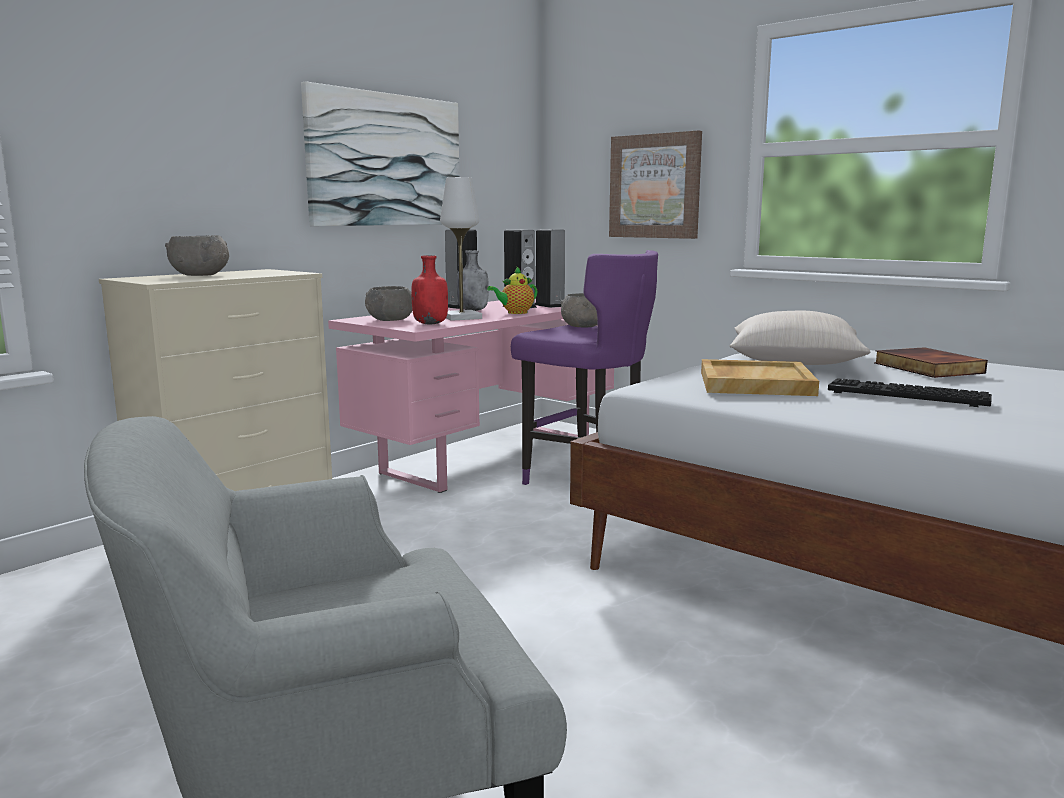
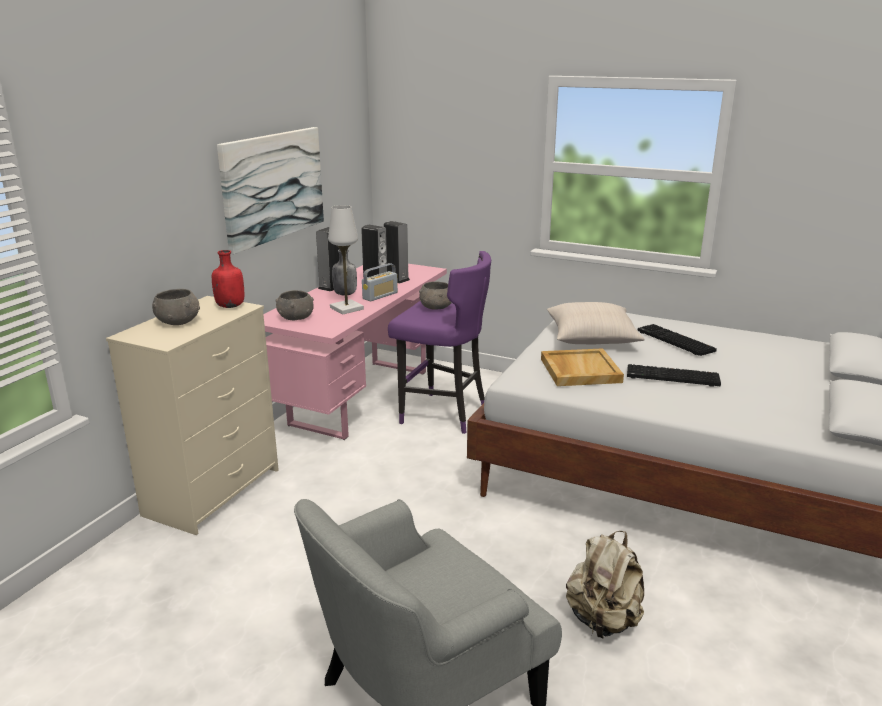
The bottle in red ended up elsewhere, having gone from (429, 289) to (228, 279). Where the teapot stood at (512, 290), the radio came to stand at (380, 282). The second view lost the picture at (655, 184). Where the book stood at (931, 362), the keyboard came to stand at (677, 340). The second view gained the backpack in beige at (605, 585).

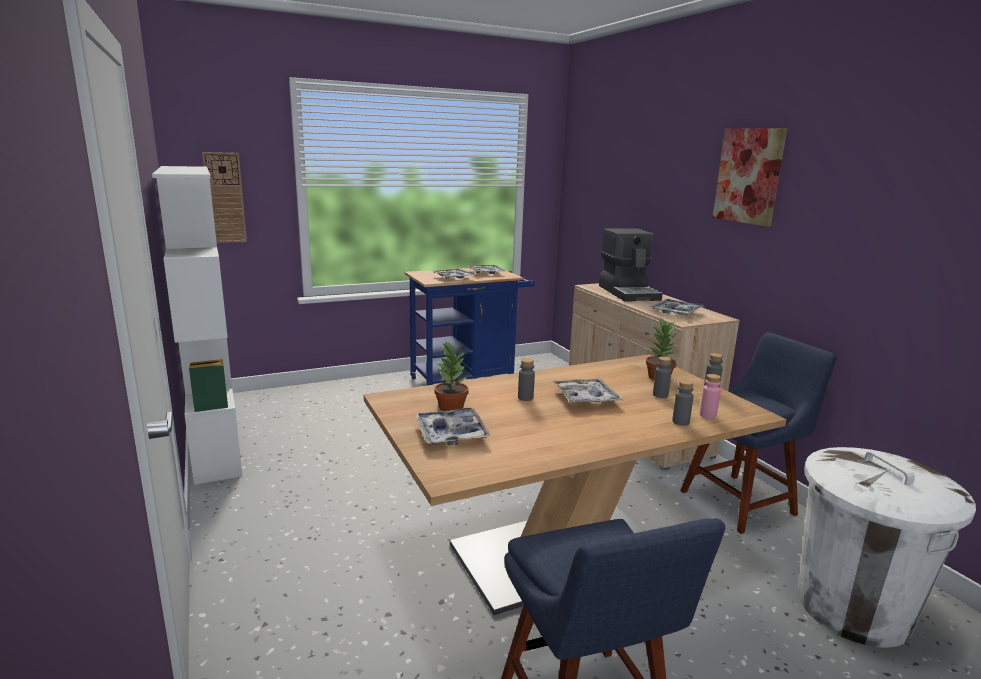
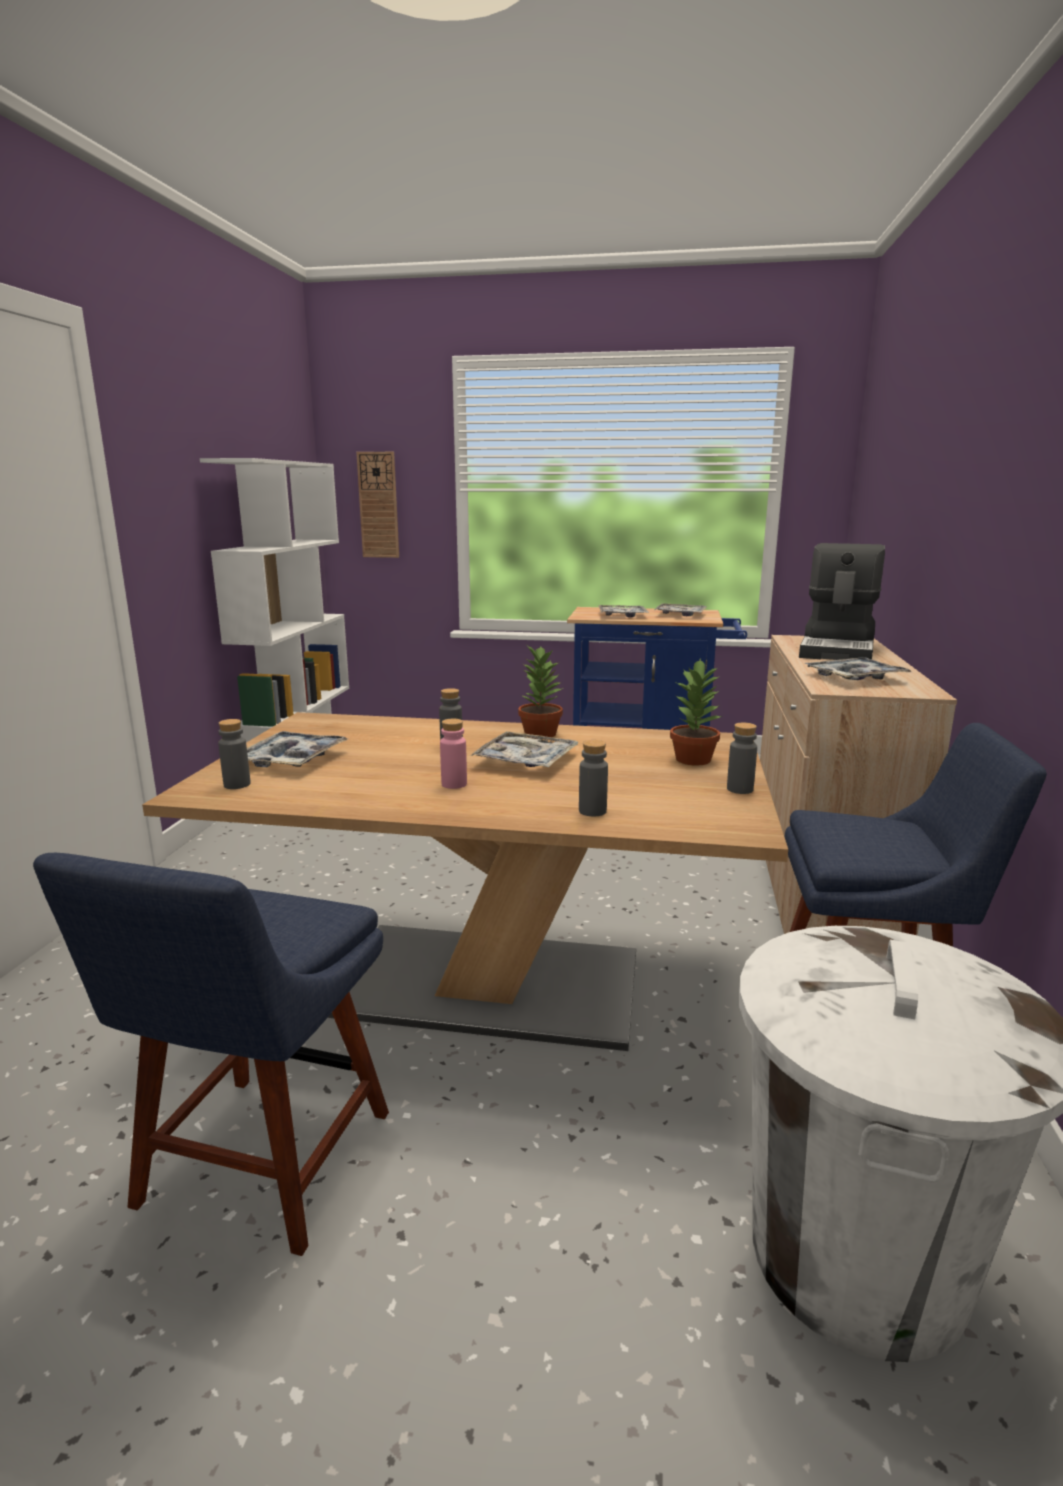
The potted plant ended up elsewhere, having gone from (452, 375) to (540, 691). The bottle in grey ended up elsewhere, having gone from (662, 377) to (234, 754). The bottle in pink ended up elsewhere, having gone from (710, 396) to (453, 754). The second view lost the picture at (750, 177).

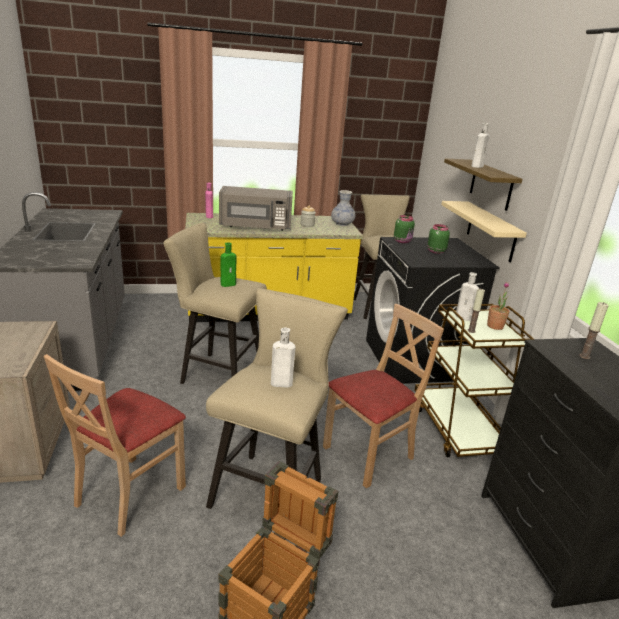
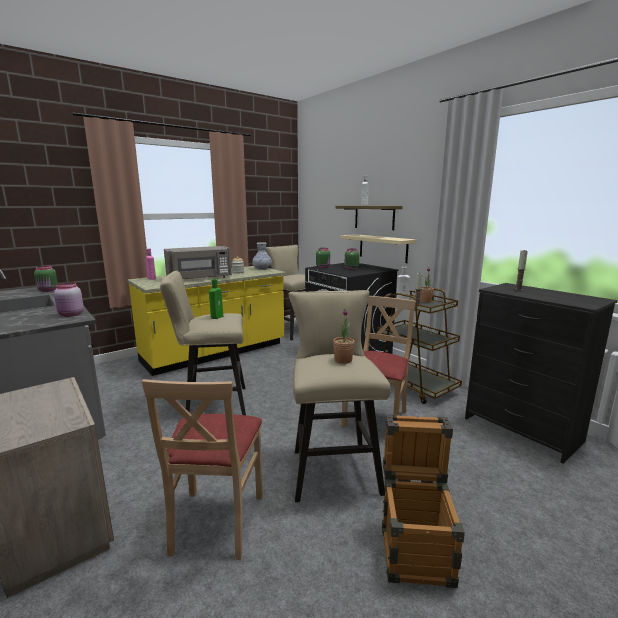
Where the bottle in white stood at (283, 358), the potted plant came to stand at (344, 336). The second view gained the jar in green at (46, 278). The second view gained the jar in pink at (69, 300).

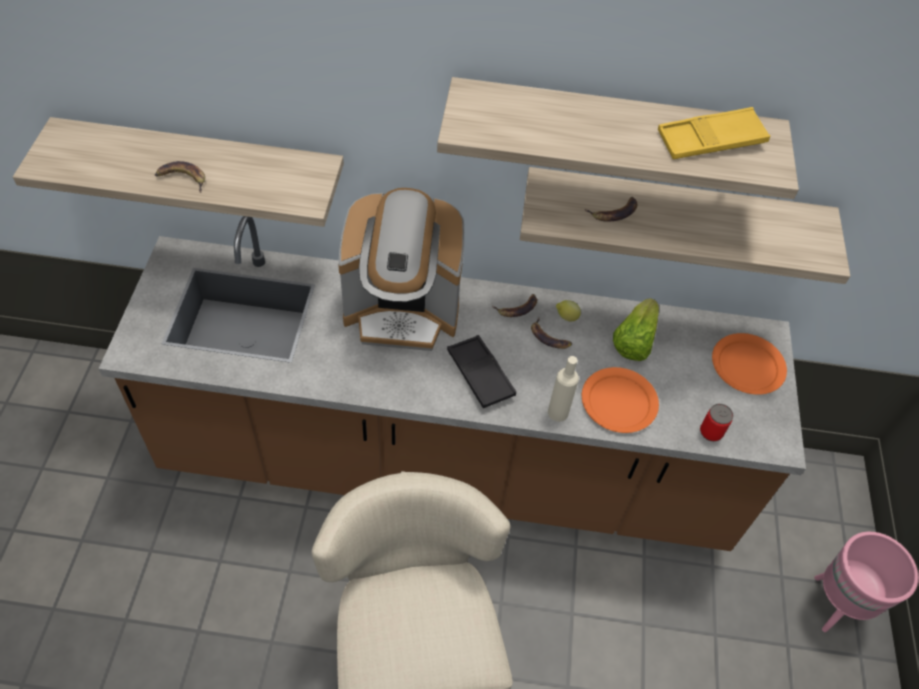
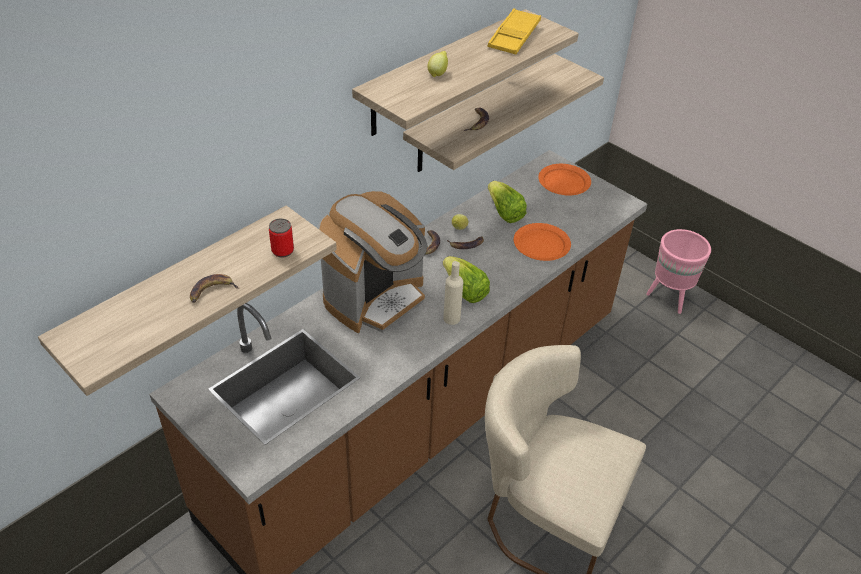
Where the tray in black stood at (481, 371), the lettuce came to stand at (466, 279). The bottle in beige ended up elsewhere, having gone from (563, 389) to (453, 293). The can ended up elsewhere, having gone from (716, 422) to (281, 238). The second view gained the lemon at (438, 64).

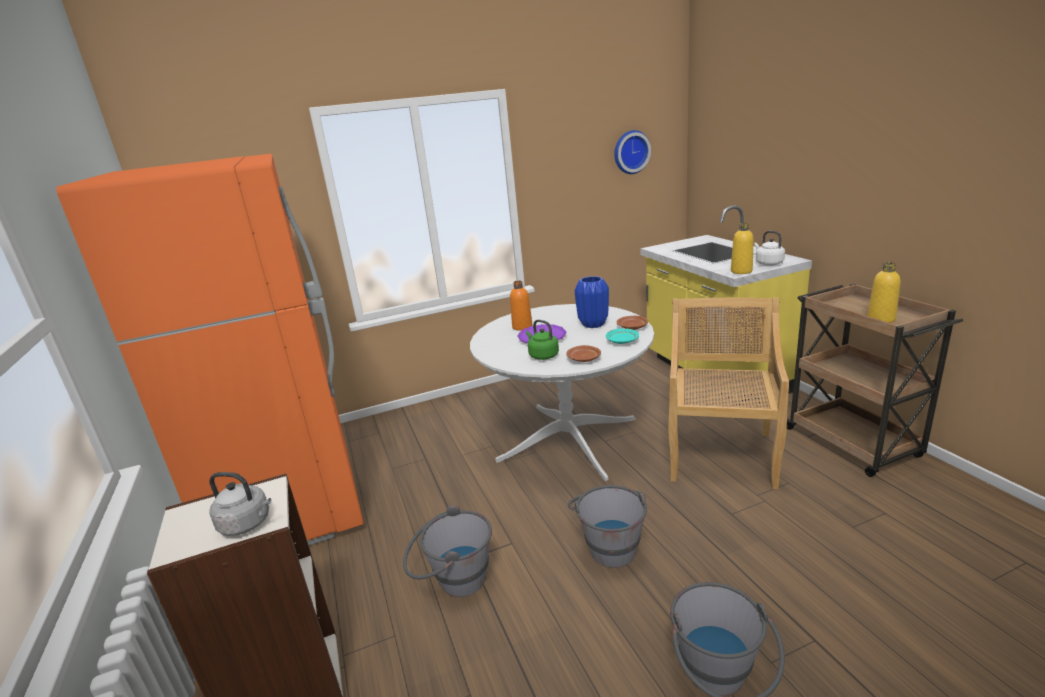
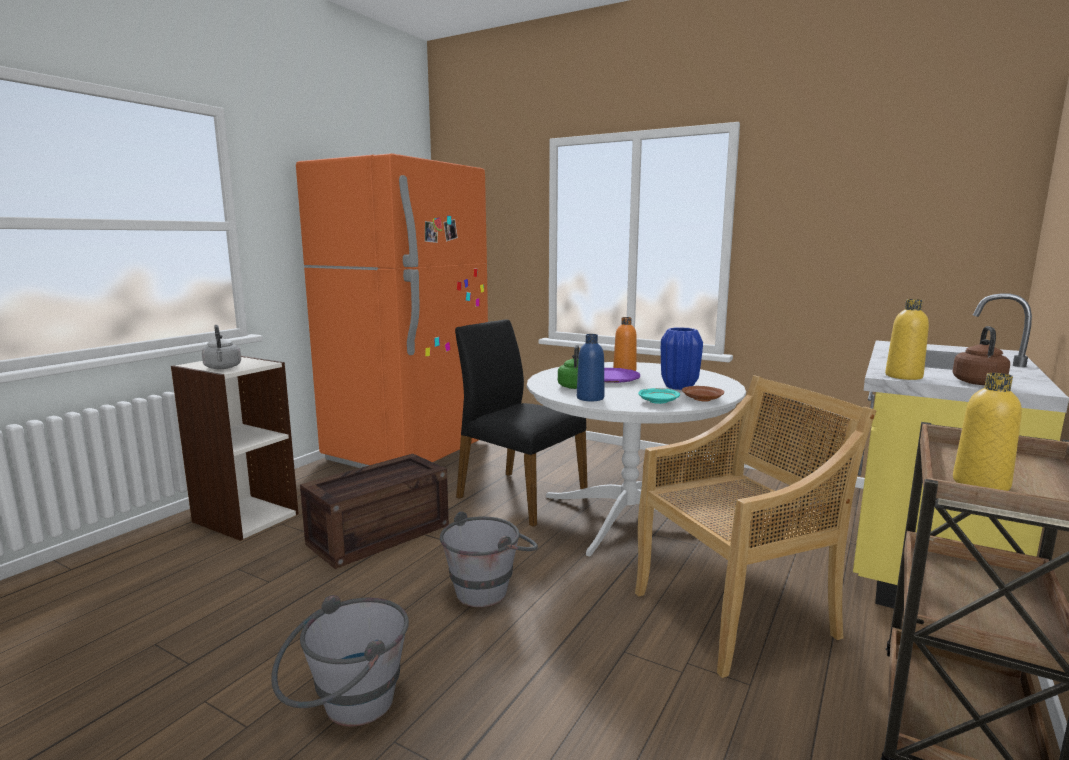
Where the bucket in grey stood at (447, 551), the crate came to stand at (374, 511). Where the plate in brown stood at (583, 353), the bottle in blue came to stand at (590, 367). The second view lost the wall clock at (632, 152). What was the kettle in white at (769, 248) turned into the kettle in brown at (981, 355). The second view gained the chair in black at (521, 423).

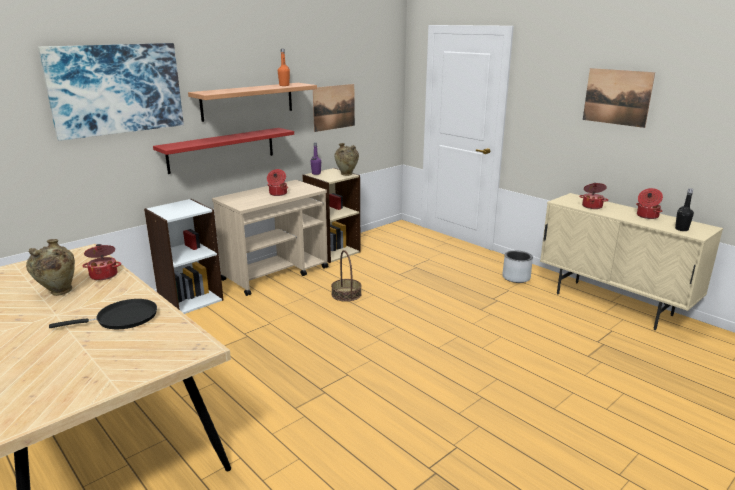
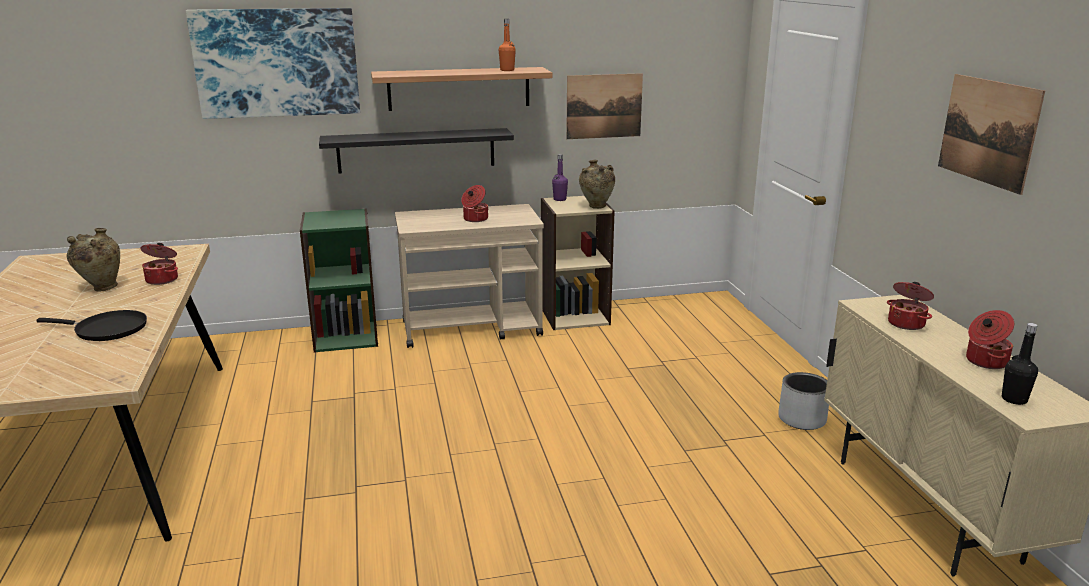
What was the bookcase in white at (184, 256) turned into the bookcase in green at (339, 280). What was the shelf in red at (223, 151) turned into the shelf in black at (416, 150). The second view lost the basket at (346, 276).

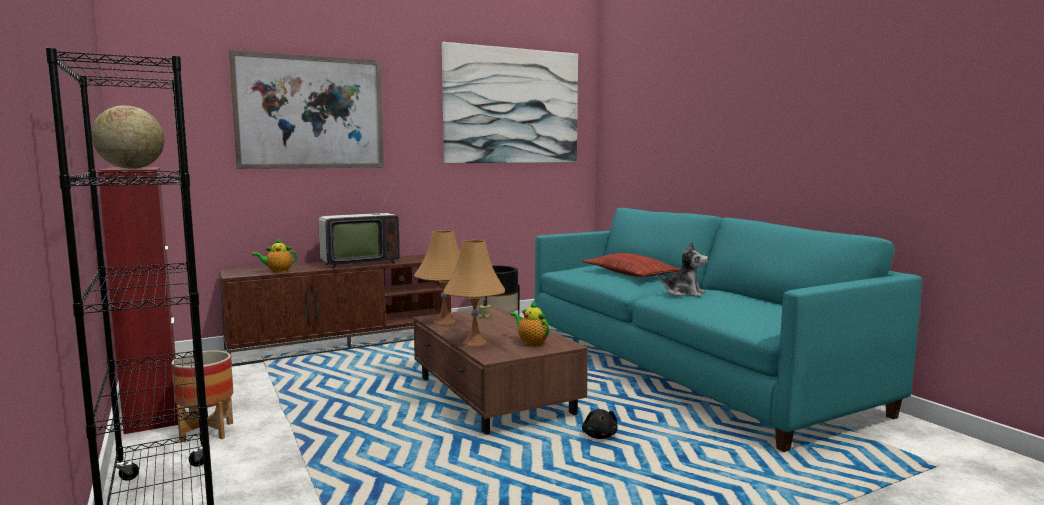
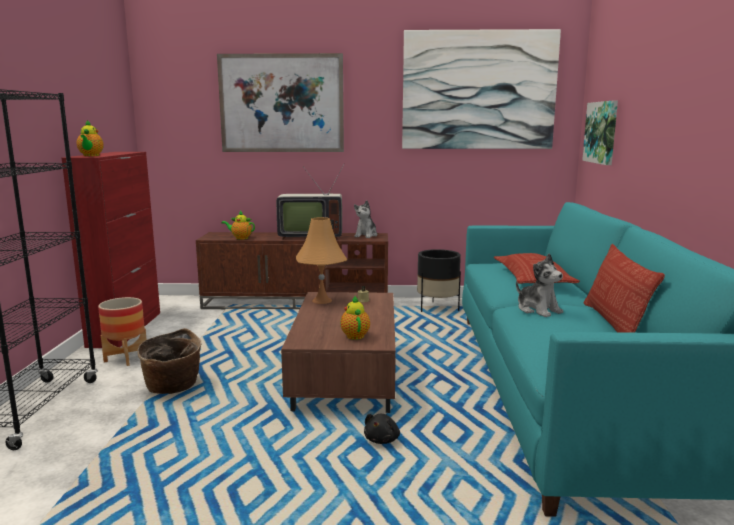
Where the globe stood at (127, 137), the teapot came to stand at (90, 138). The second view lost the table lamp in orange at (474, 293). The second view gained the basket at (169, 361). The second view gained the plush toy at (366, 219). The second view gained the picture at (600, 132). The second view gained the pillow at (624, 288).

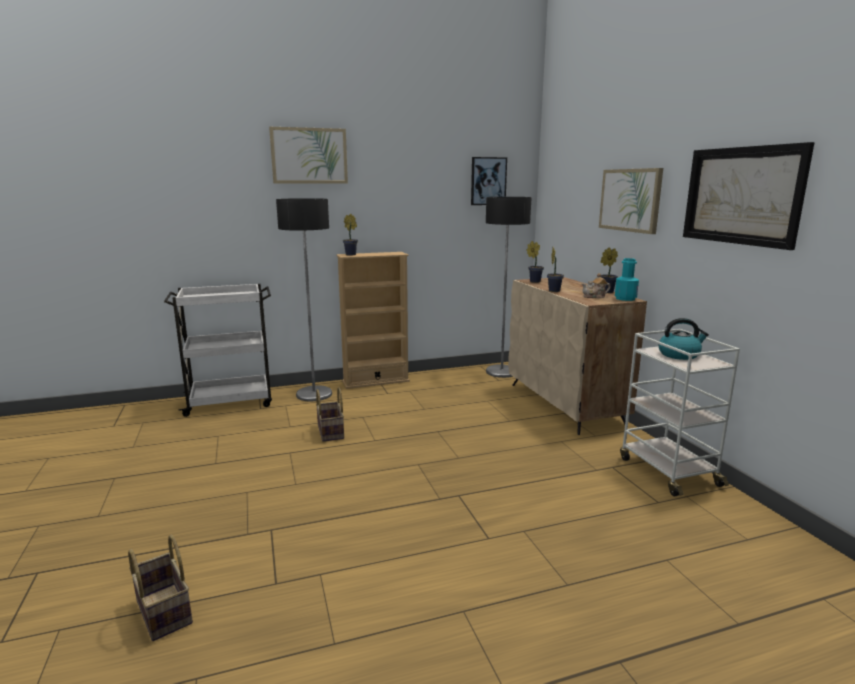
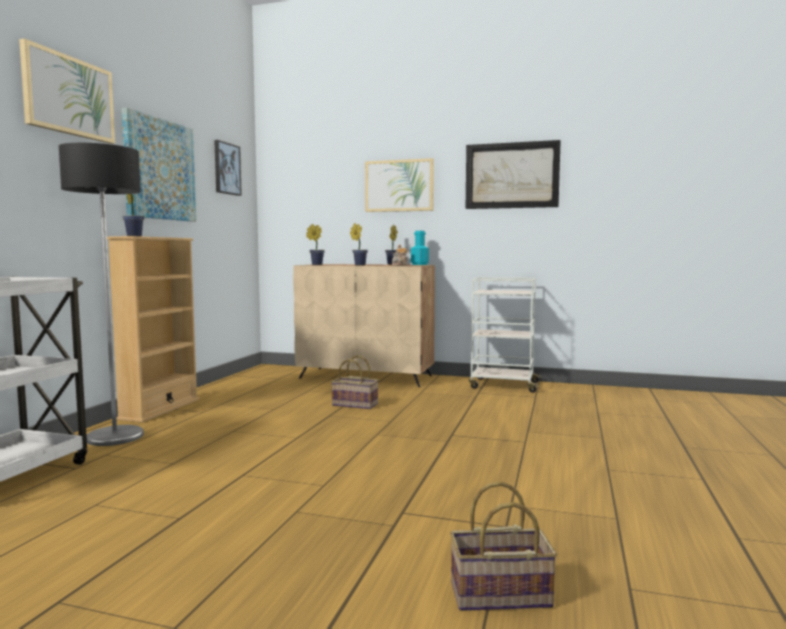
The basket ended up elsewhere, having gone from (330, 414) to (355, 382). The second view lost the floor lamp at (509, 287). The second view lost the kettle at (683, 339). The second view gained the picture at (158, 164).

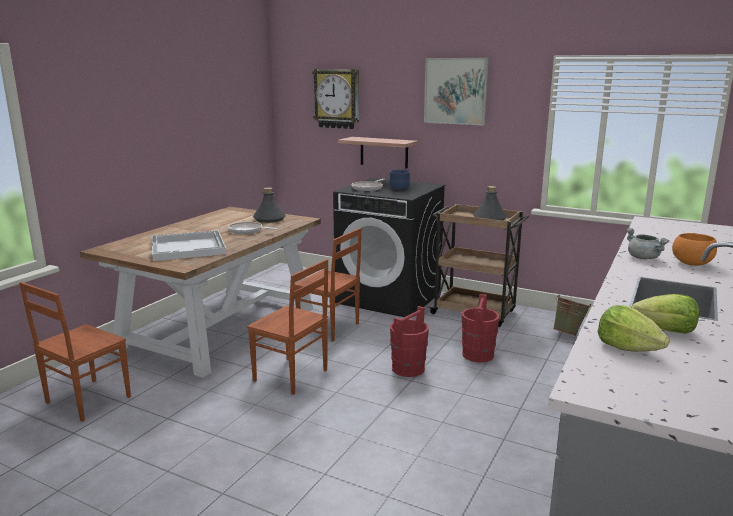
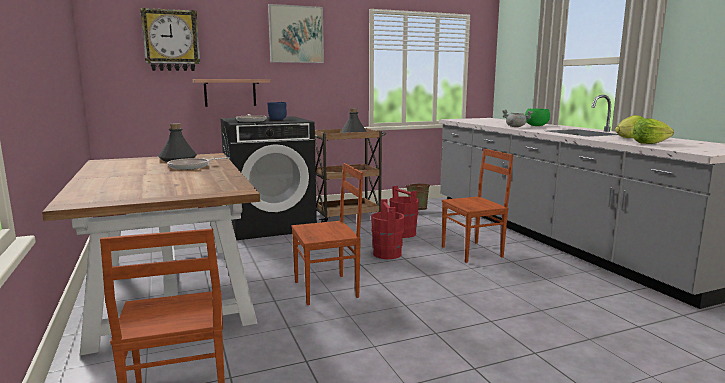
The second view lost the tray in white at (189, 245). The chair in brown ended up elsewhere, having gone from (328, 284) to (477, 206). What was the bowl in orange at (694, 249) turned into the bowl in green at (537, 117).

